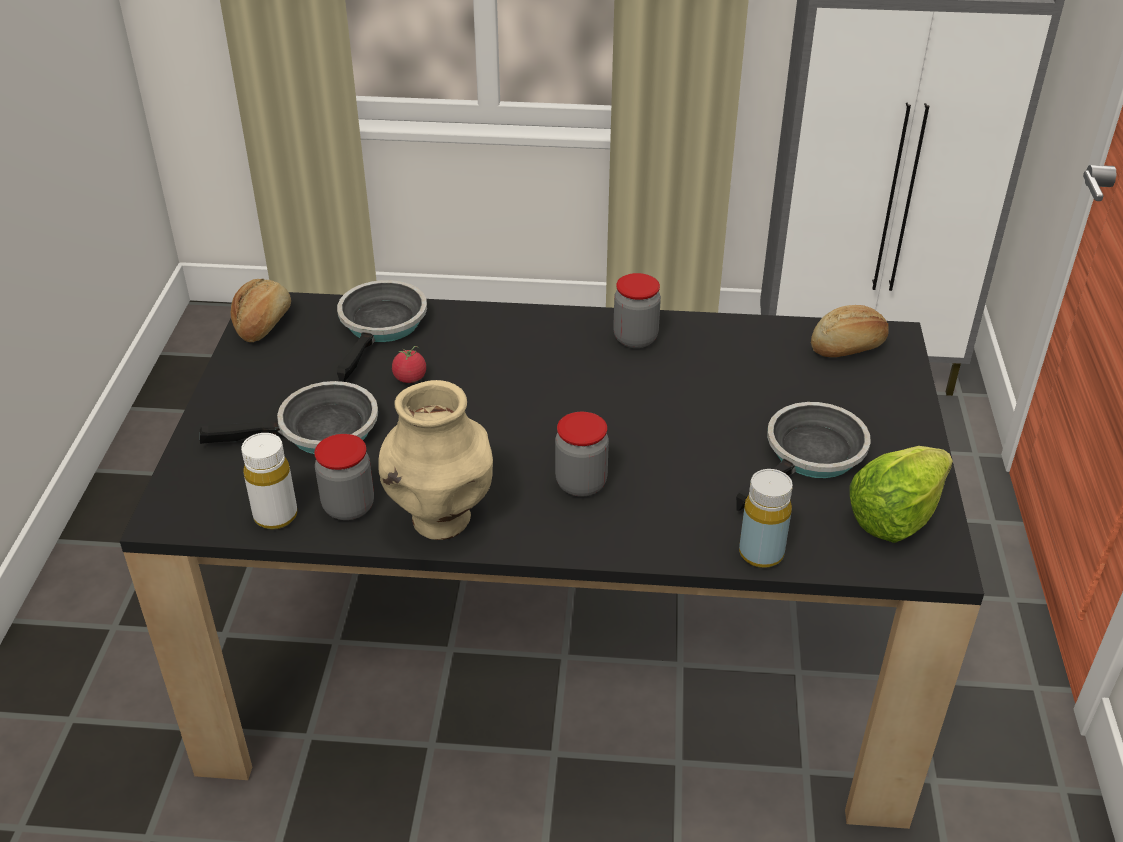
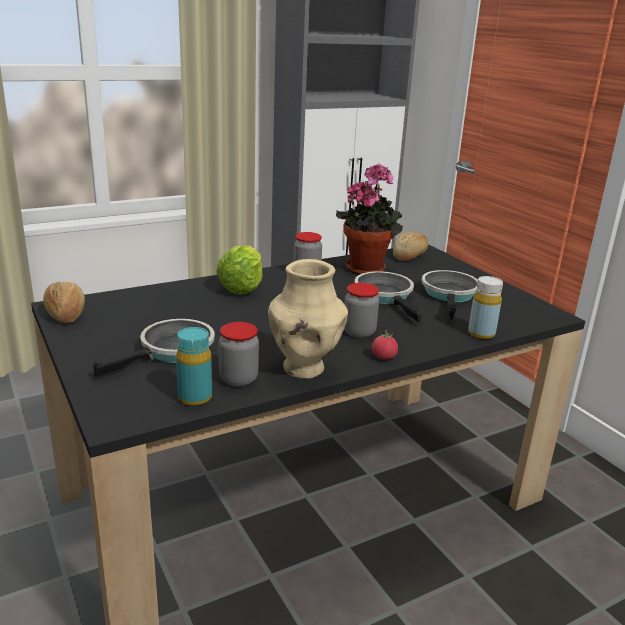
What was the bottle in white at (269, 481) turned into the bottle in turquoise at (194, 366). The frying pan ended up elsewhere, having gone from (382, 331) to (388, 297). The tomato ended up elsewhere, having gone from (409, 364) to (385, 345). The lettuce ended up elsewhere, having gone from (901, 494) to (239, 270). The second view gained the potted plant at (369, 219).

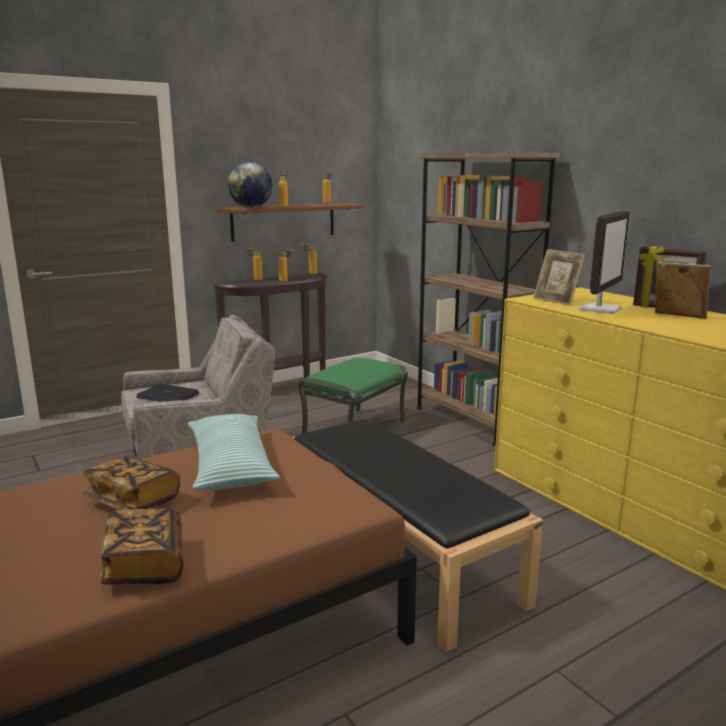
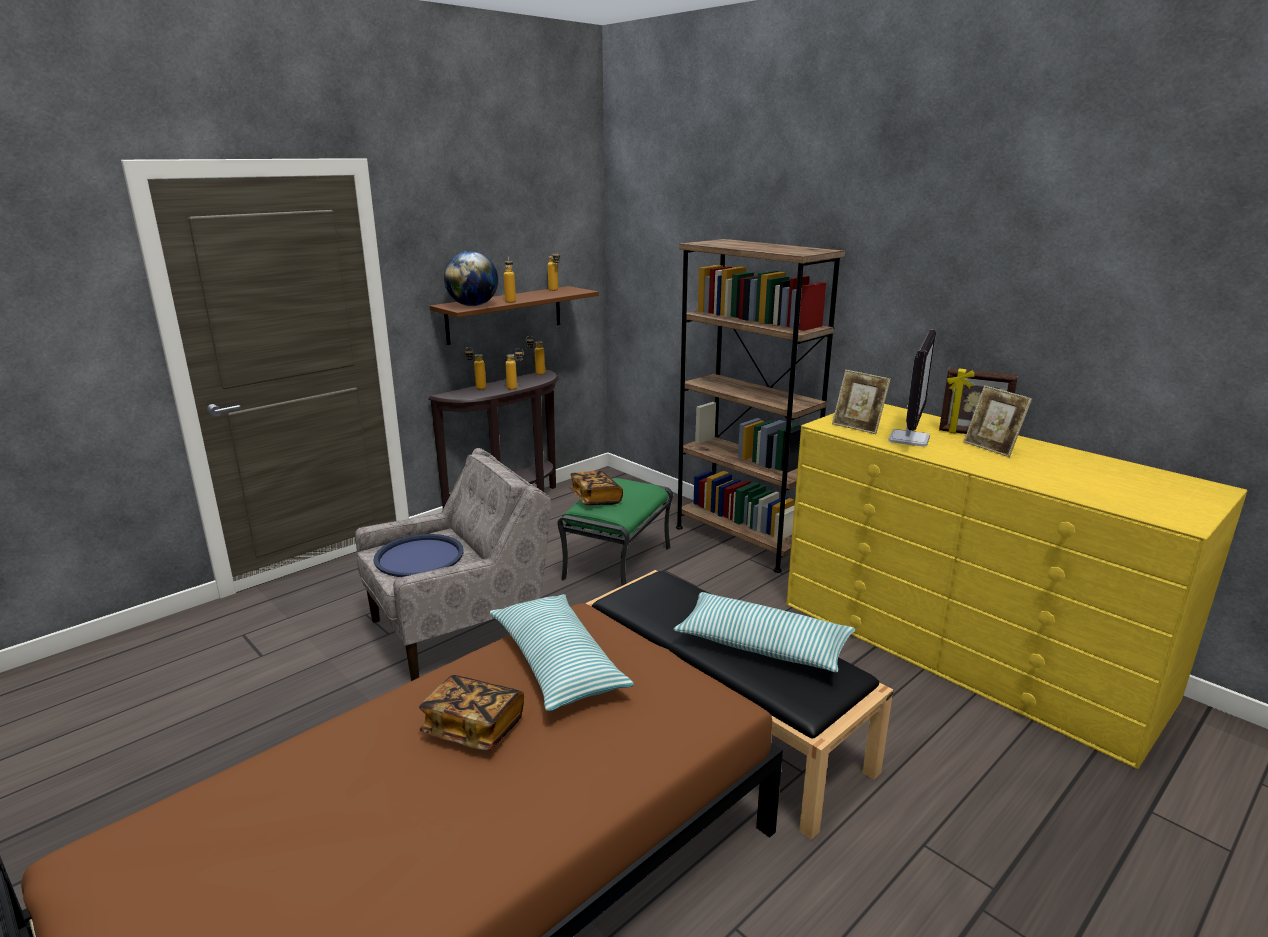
The book ended up elsewhere, having gone from (142, 546) to (596, 488). Where the laptop stood at (167, 393), the tray in blue came to stand at (418, 555). The picture frame at (683, 290) ended up facing another way, 150 degrees counterclockwise from before. The second view gained the pillow at (764, 632).

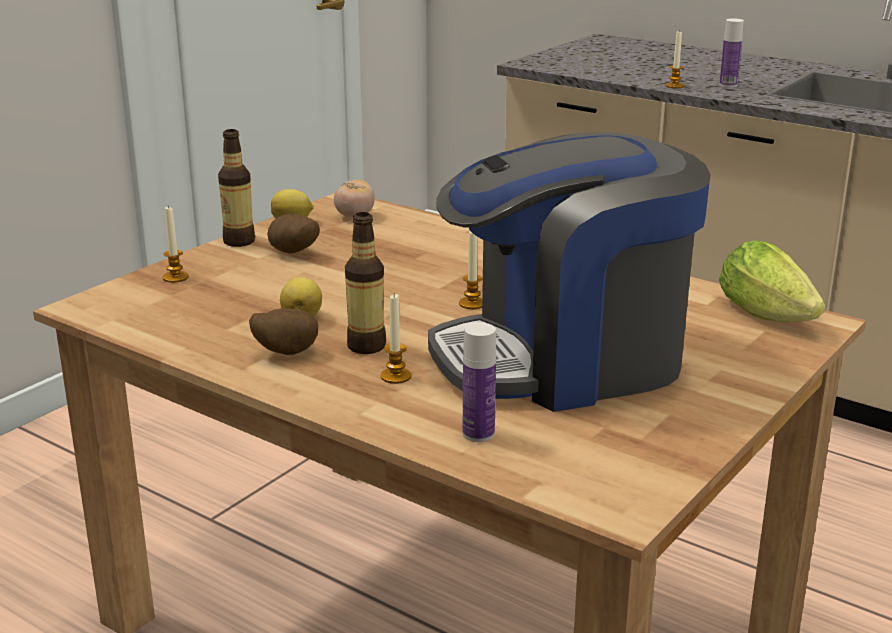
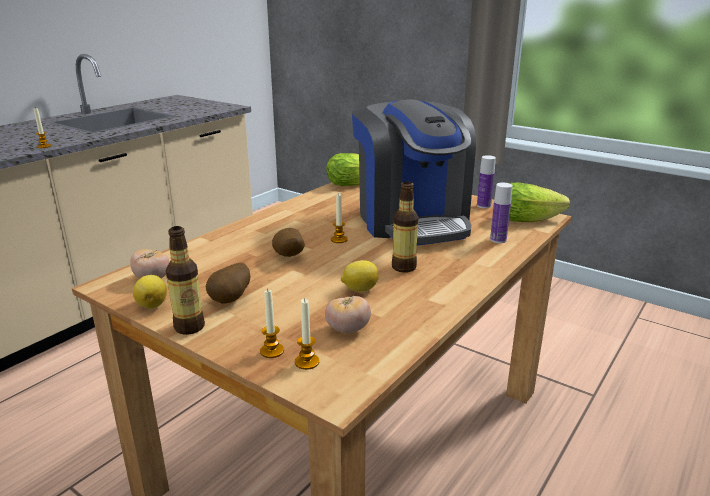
The potato ended up elsewhere, having gone from (283, 331) to (288, 242). The candle ended up elsewhere, having gone from (396, 339) to (307, 334). The bottle ended up elsewhere, having gone from (731, 52) to (486, 181). The second view gained the tomato at (348, 314). The second view gained the lettuce at (539, 202).

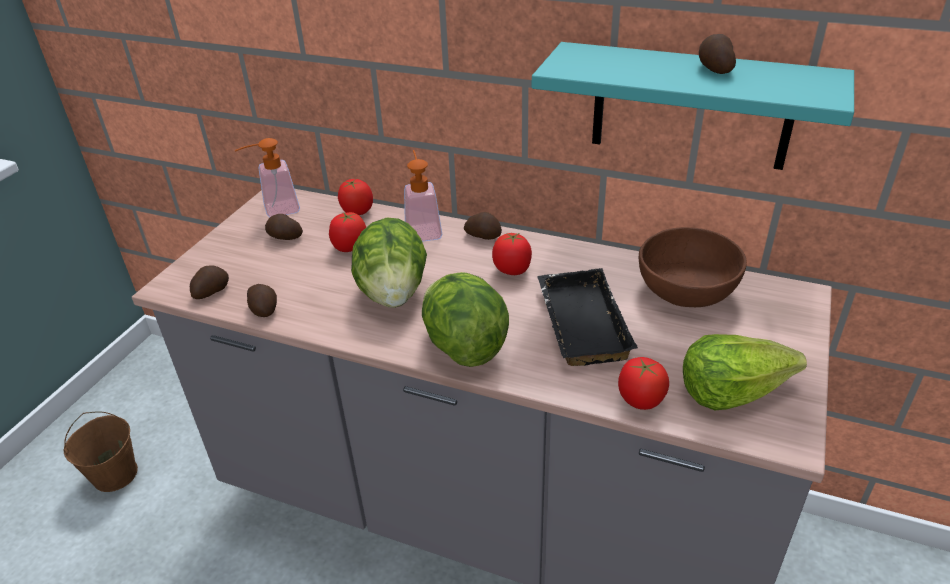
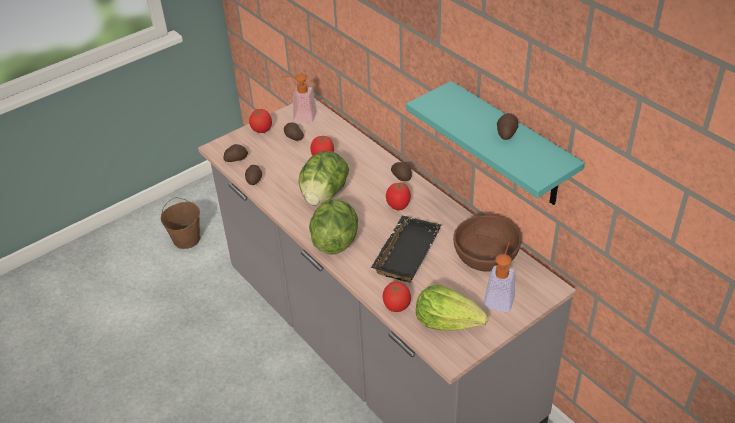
The tomato ended up elsewhere, having gone from (355, 197) to (260, 121). The soap dispenser ended up elsewhere, having gone from (423, 196) to (499, 277).

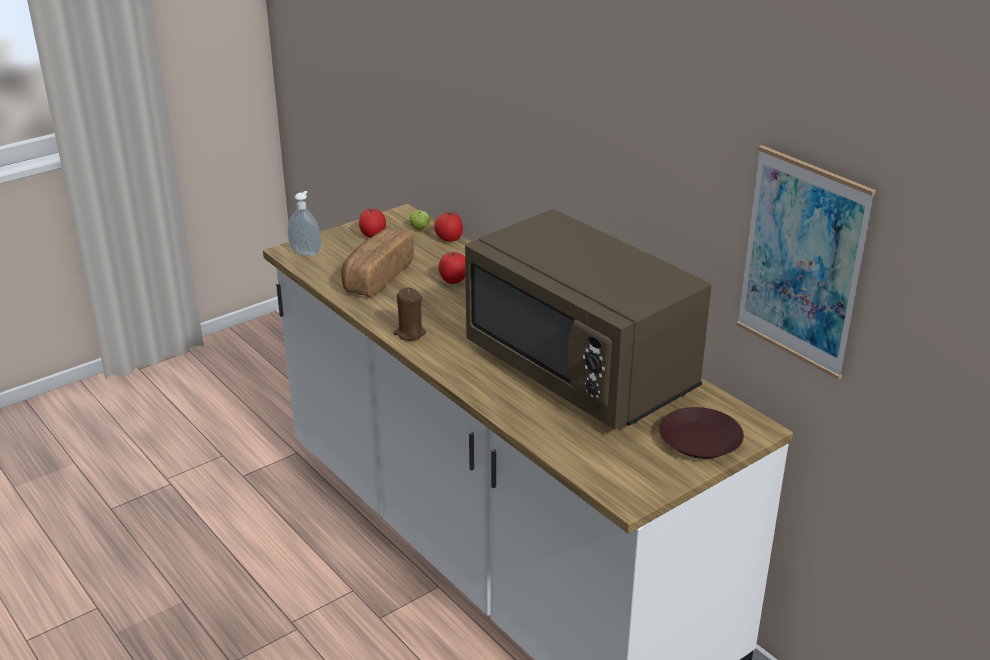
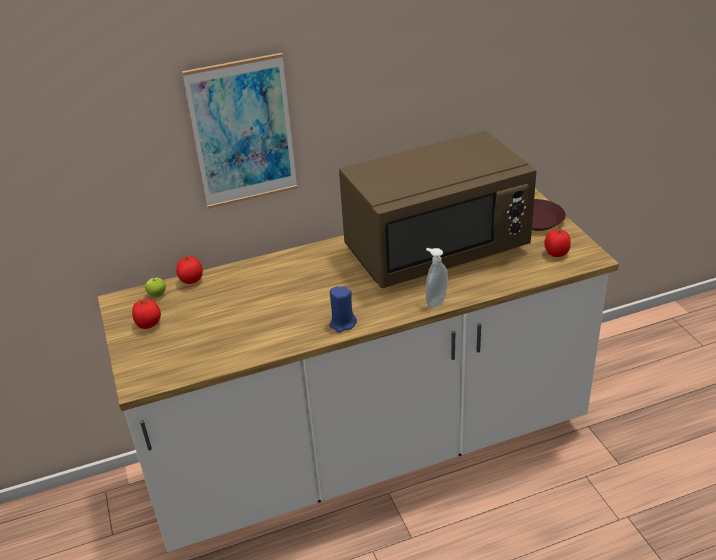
The soap dispenser ended up elsewhere, having gone from (304, 223) to (437, 278). The second view lost the bread at (377, 263). What was the candle in brown at (409, 314) turned into the candle in blue at (343, 309). The tomato ended up elsewhere, having gone from (452, 268) to (557, 243). The picture ended up elsewhere, having gone from (806, 262) to (240, 131).

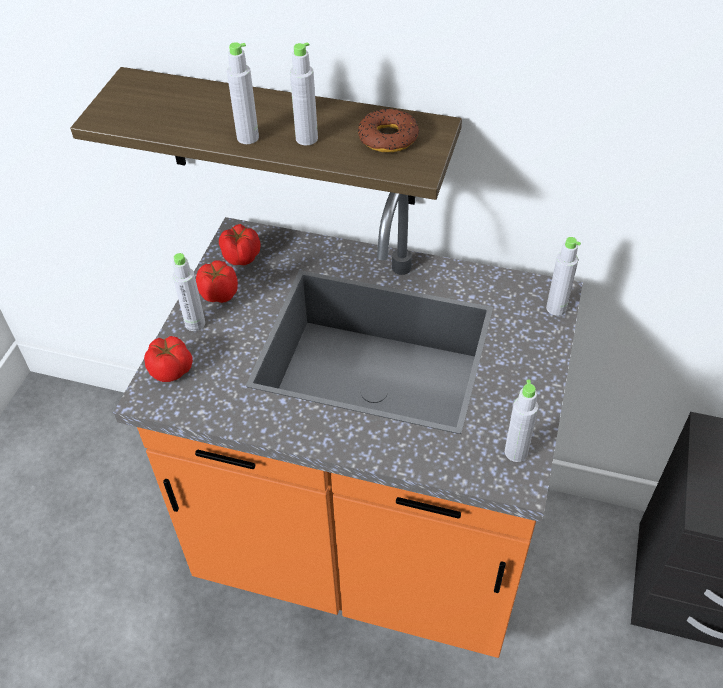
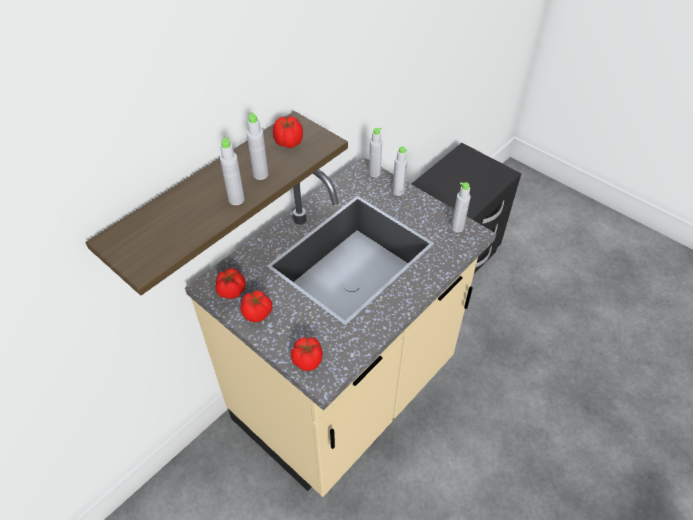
What was the counter in orange at (348, 425) turned into the counter in beige at (340, 327). The bottle in grey ended up elsewhere, having gone from (189, 292) to (400, 171). Where the donut stood at (388, 130), the tomato came to stand at (288, 132).

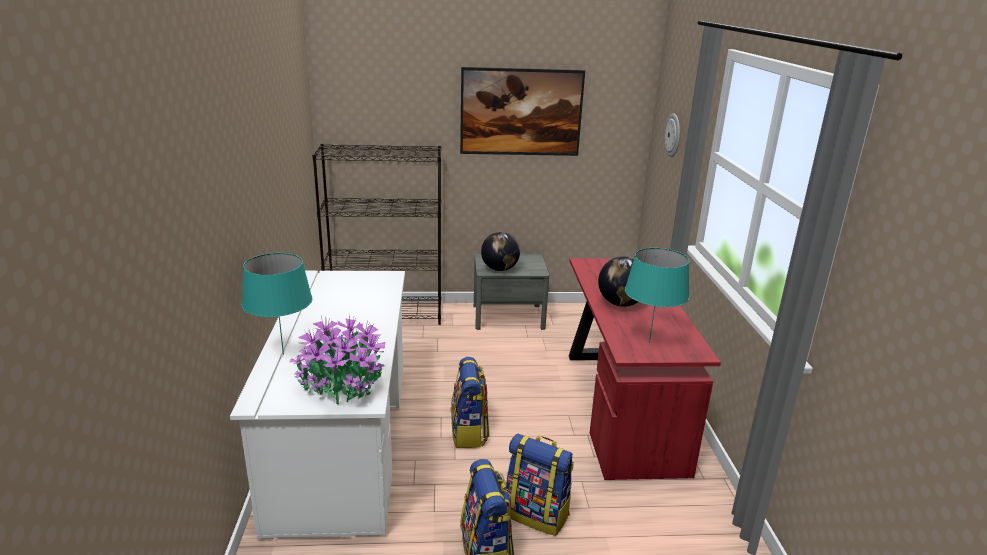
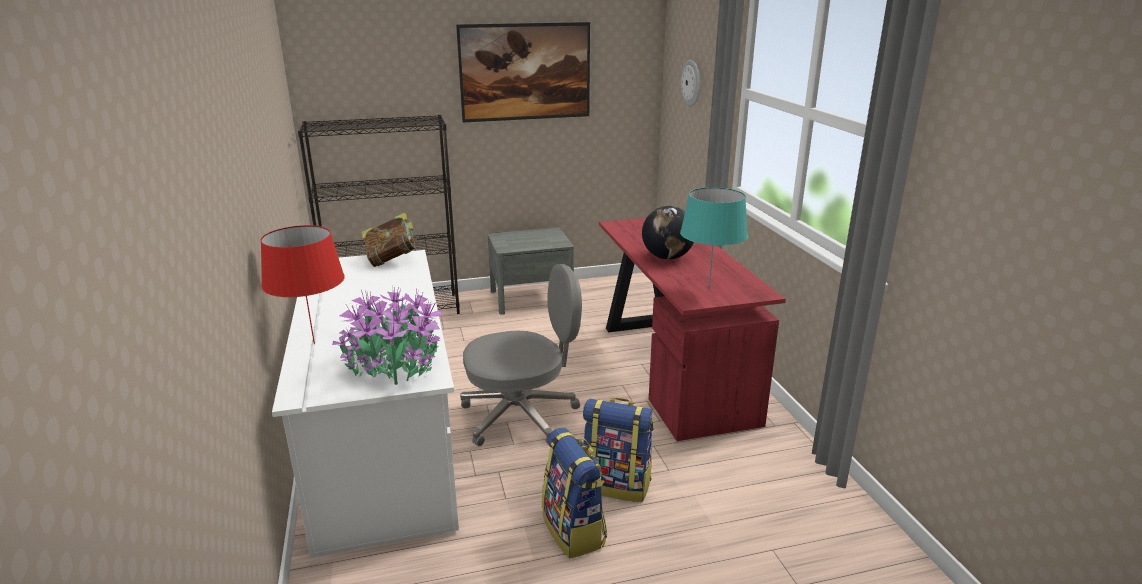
What was the table lamp in turquoise at (277, 304) turned into the table lamp in red at (302, 284). Where the backpack stood at (470, 402), the office chair in grey came to stand at (521, 355). The second view lost the globe at (500, 251). The second view gained the book at (390, 240).

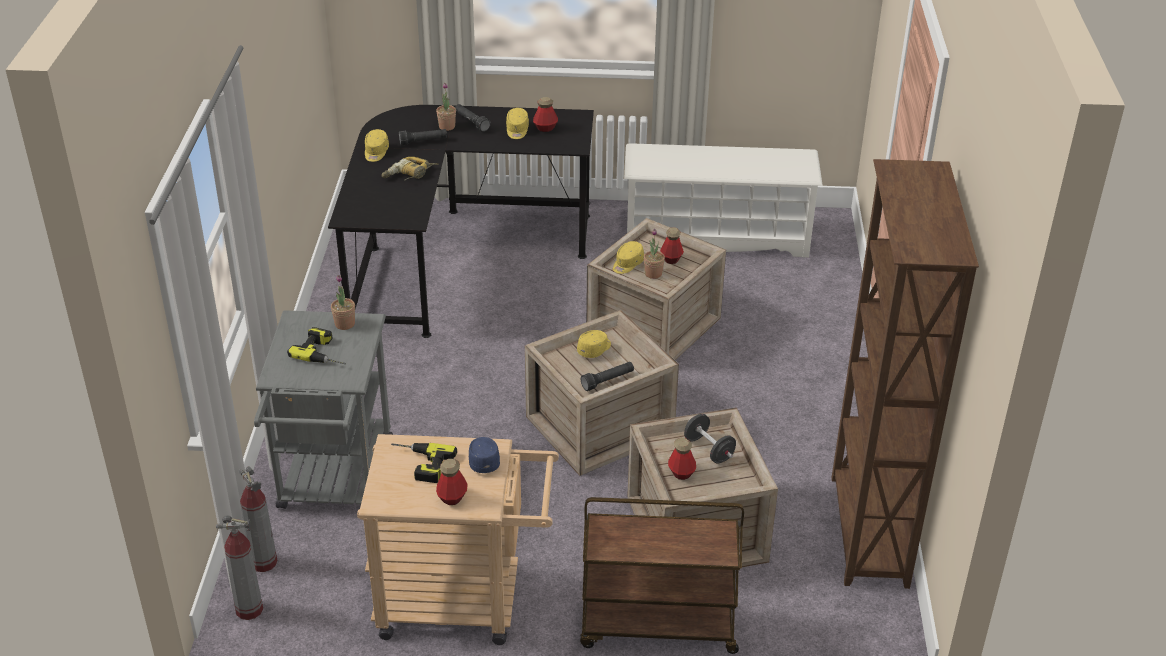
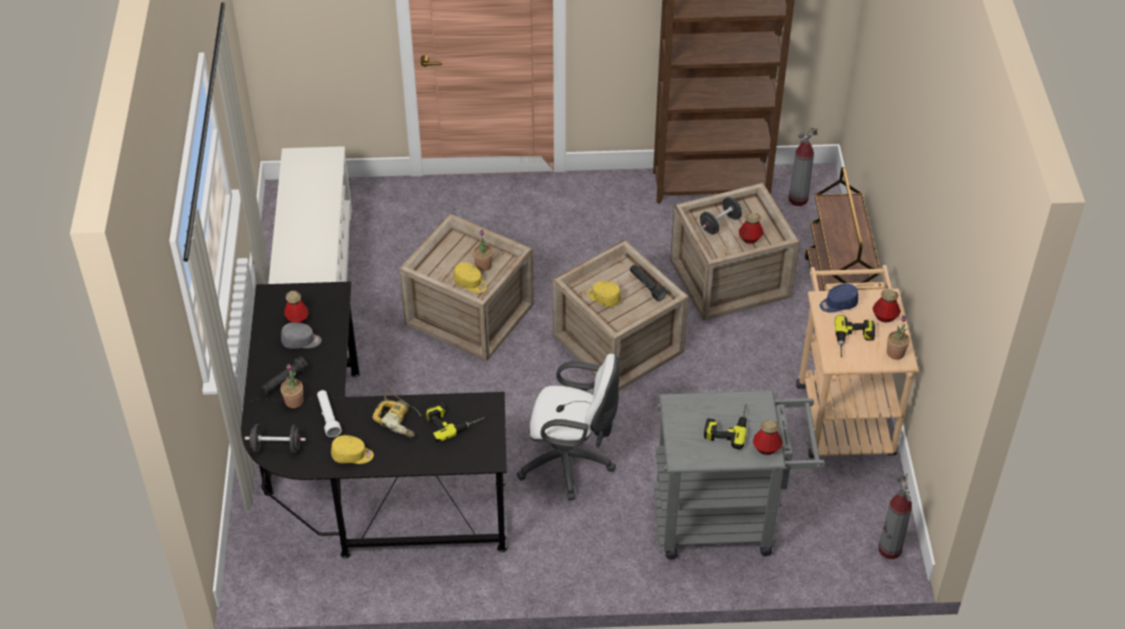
The fire extinguisher ended up elsewhere, having gone from (258, 519) to (803, 167). The potted plant ended up elsewhere, having gone from (343, 302) to (898, 338). What was the flashlight in black at (423, 137) turned into the flashlight in white at (329, 413). What was the cap in yellow at (517, 123) turned into the cap in grey at (301, 335). The bottle ended up elsewhere, having gone from (672, 245) to (768, 437). The second view gained the dumbbell in black at (275, 439). The second view gained the power drill at (455, 423). The second view gained the office chair in white at (568, 427).

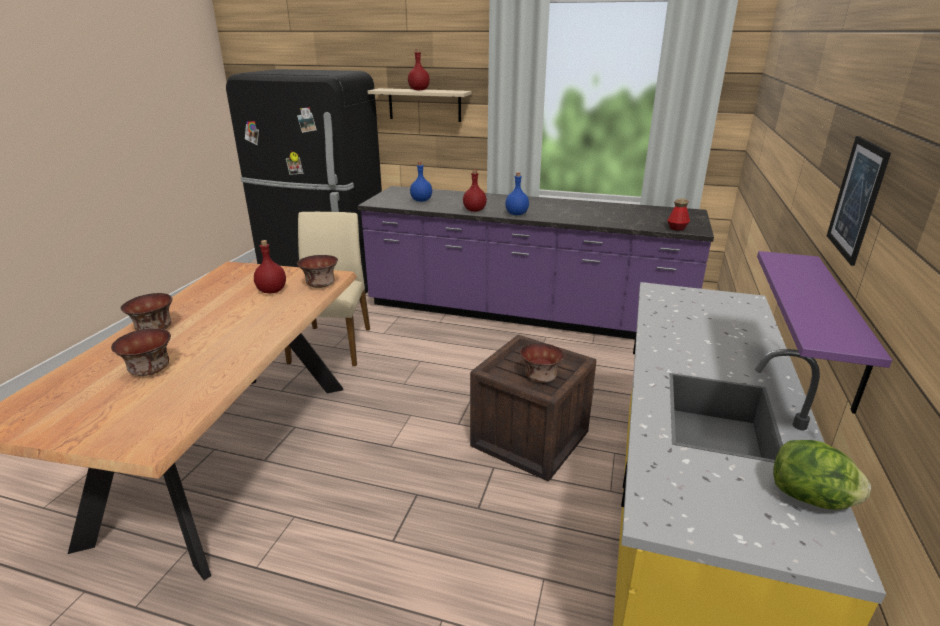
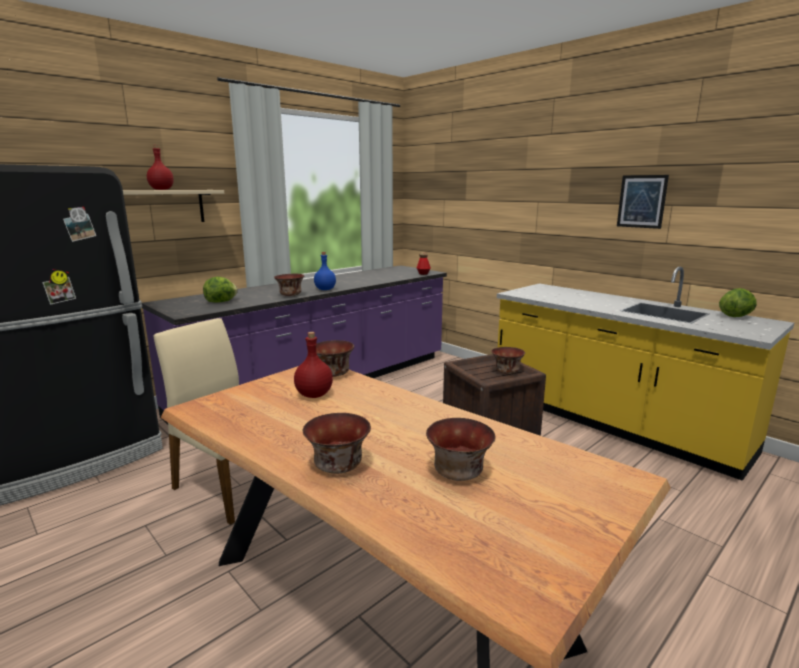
Where the bottle in blue stood at (421, 182), the lettuce came to stand at (220, 290). Where the bottle in red stood at (475, 191), the bowl came to stand at (289, 285). The second view lost the shelf in purple at (824, 332).

